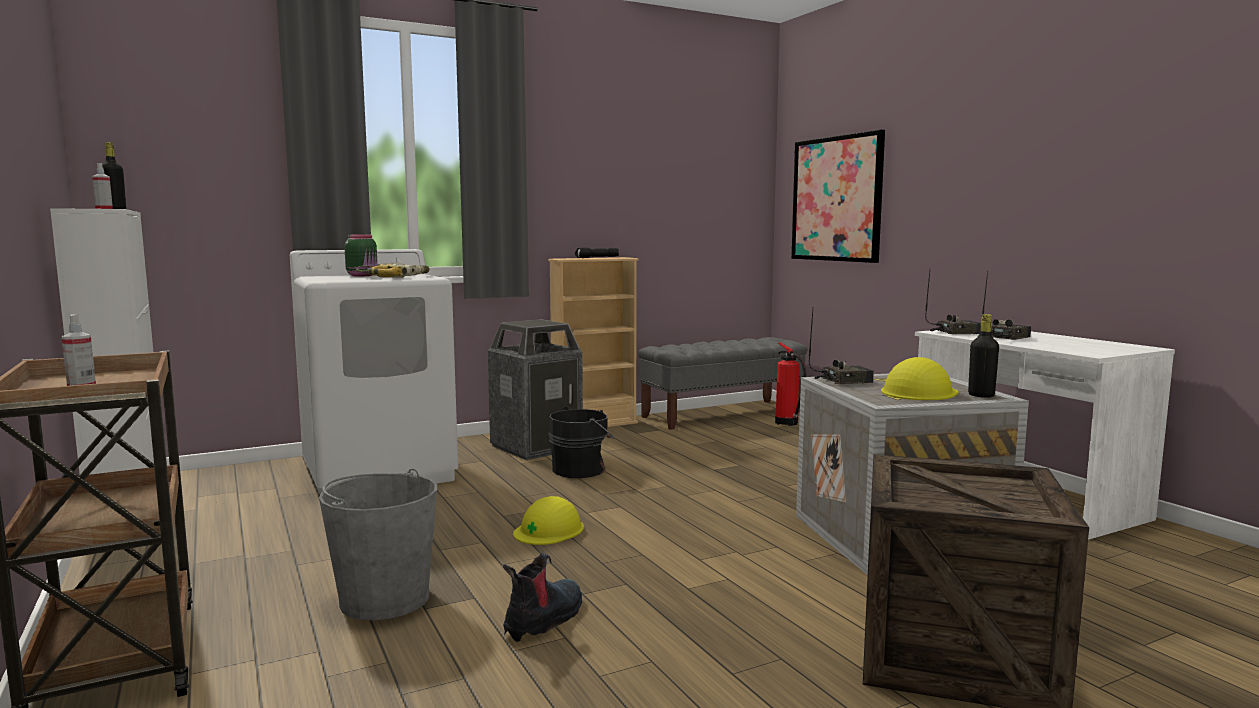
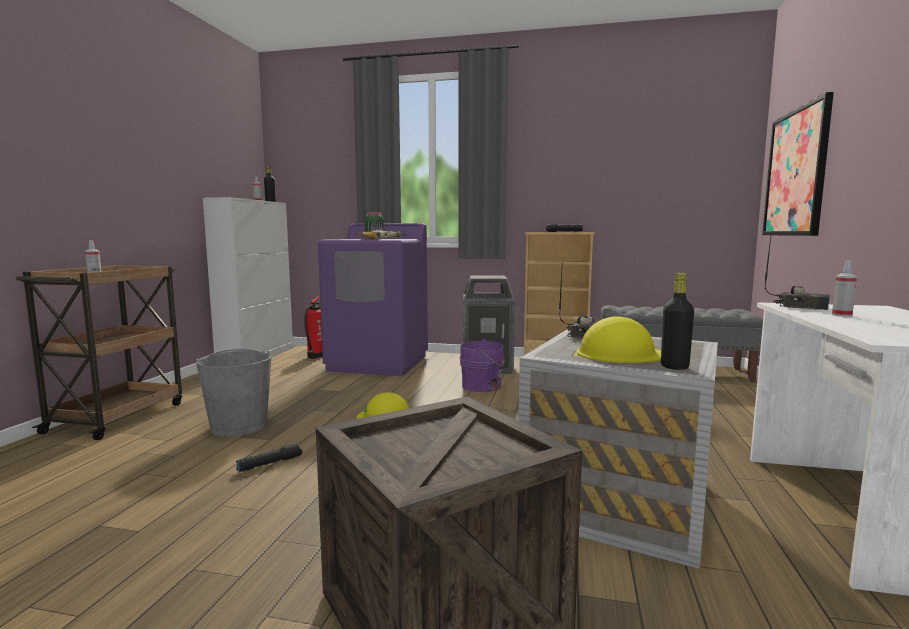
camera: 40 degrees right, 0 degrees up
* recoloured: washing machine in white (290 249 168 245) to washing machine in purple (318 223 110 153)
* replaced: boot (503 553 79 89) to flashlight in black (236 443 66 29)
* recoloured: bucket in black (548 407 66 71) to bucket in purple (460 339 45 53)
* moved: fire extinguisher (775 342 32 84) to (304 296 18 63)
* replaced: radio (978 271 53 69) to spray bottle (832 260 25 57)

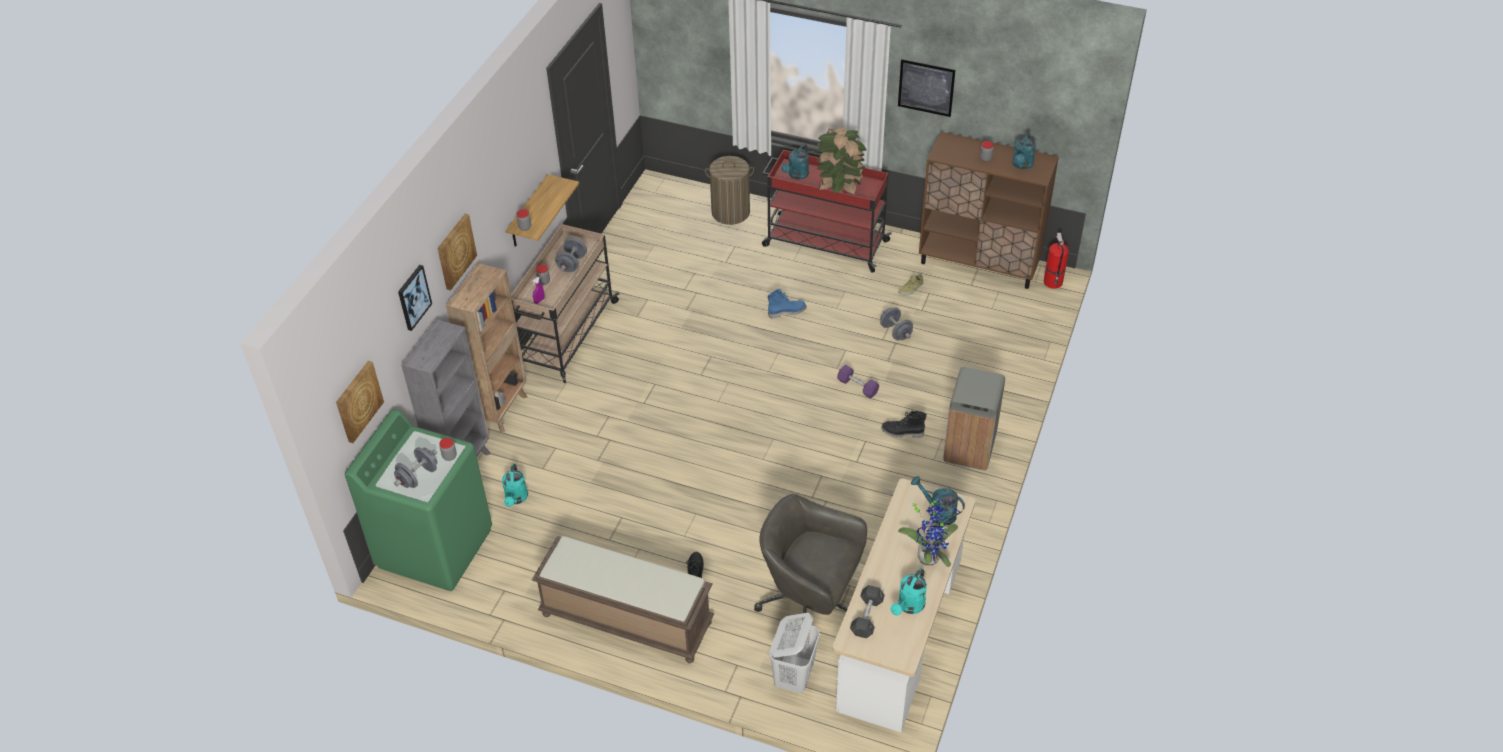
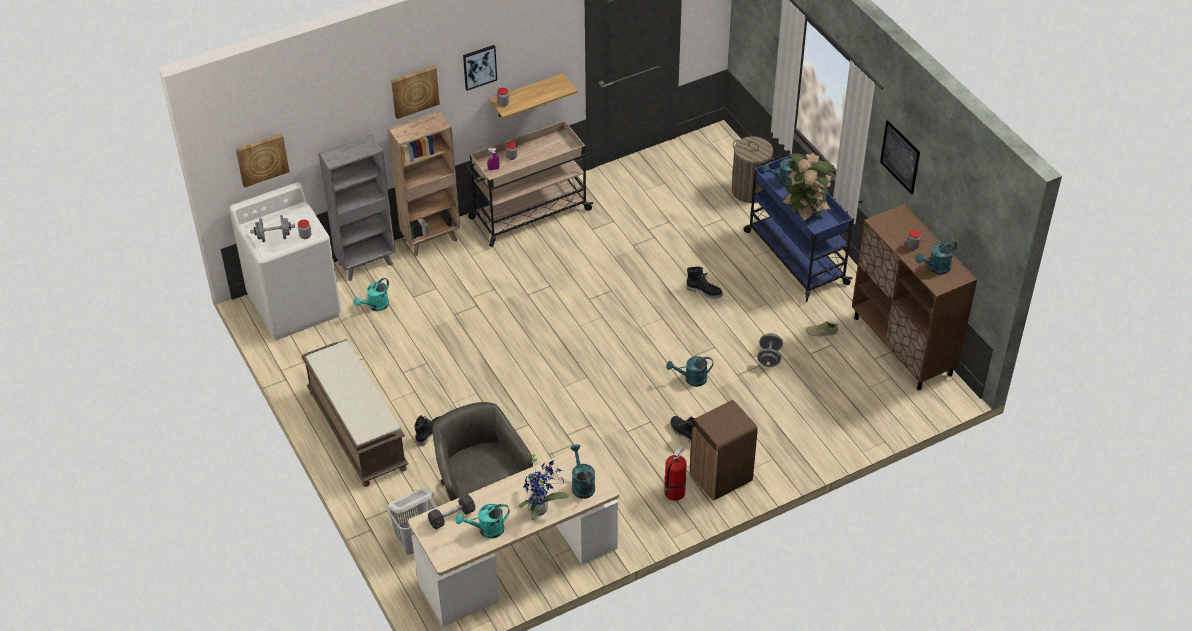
camera: 40 degrees right, 0 degrees up
* recoloured: washing machine in green (345 409 147 182) to washing machine in white (229 182 112 158)
* moved: picture (398 265 34 66) to (463 45 34 46)
* removed: dumbbell in grey (555 238 32 34)
* recoloured: cart in red (762 150 130 123) to cart in blue (744 155 109 147)
* recoloured: boot in blue (768 289 38 30) to boot in black (687 267 36 32)
* replaced: dumbbell in purple (837 365 42 34) to watering can in turquoise (666 356 47 31)
* recoloured: trash can in grey (943 367 62 103) to trash can in brown (690 400 68 101)
* moved: fire extinguisher (1044 233 25 56) to (664 446 23 55)

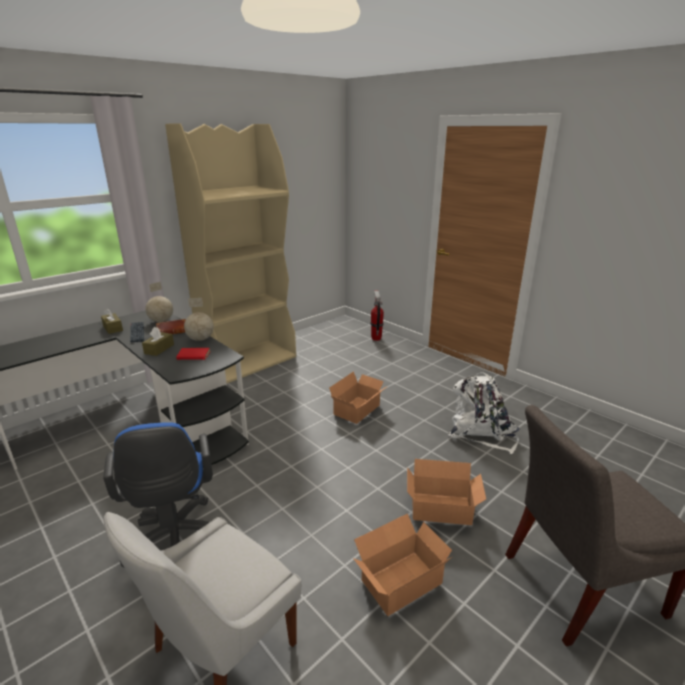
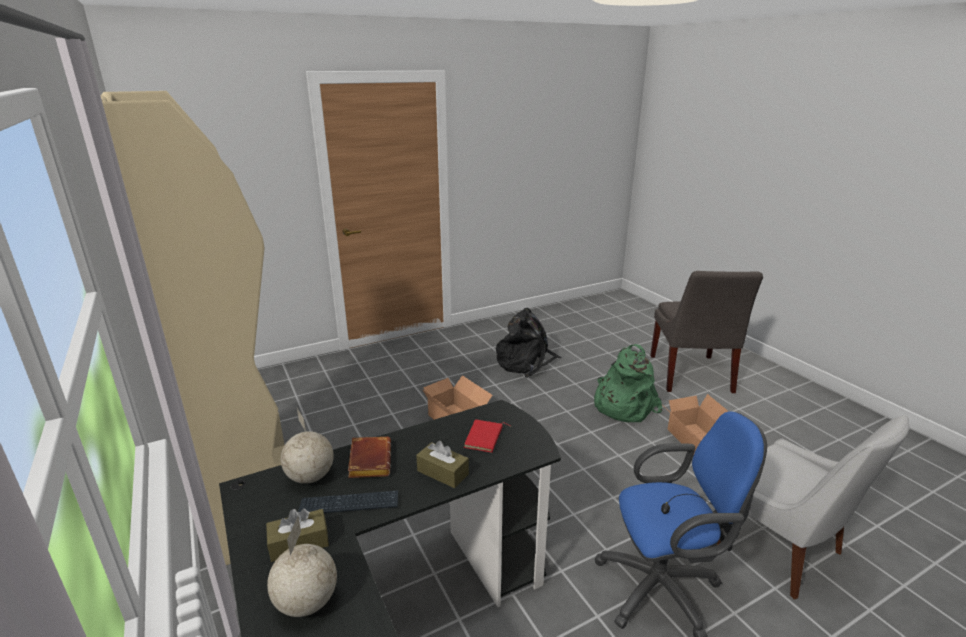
camera: 75 degrees left, 0 degrees up
* moved: globe (184 298 30 43) to (267 516 70 101)
* removed: fire extinguisher (370 290 14 51)
* replaced: cardboard box (407 459 79 66) to backpack in green (594 344 69 78)
* recoloured: backpack in white (448 372 72 82) to backpack in black (496 308 66 70)

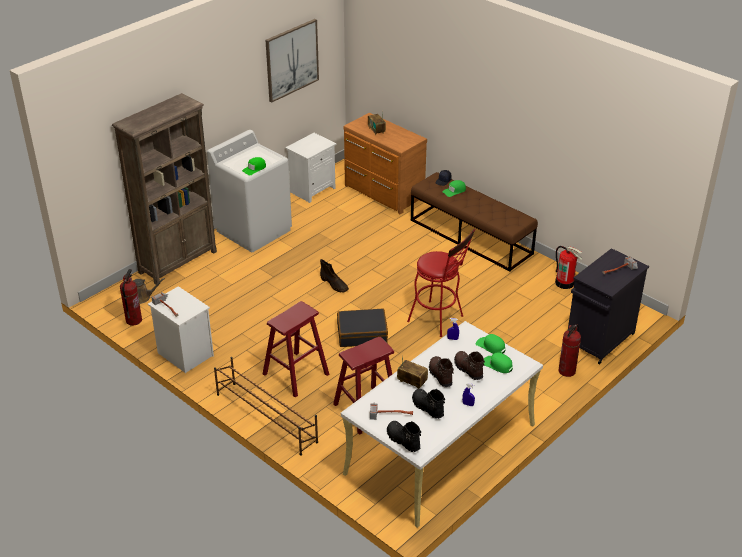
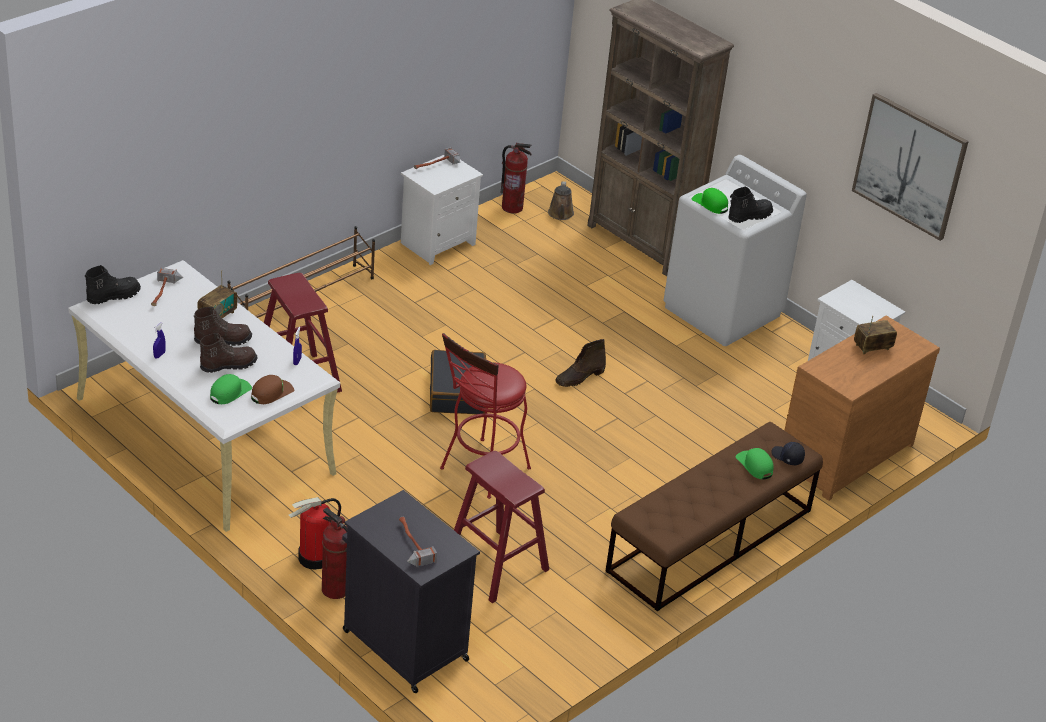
camera: 90 degrees right, 0 degrees up
* moved: stool in red (263 301 66 97) to (454 451 95 152)
* moved: boot in black (412 388 33 31) to (728 187 45 36)
* recoloured: cap in green (476 334 29 20) to cap in brown (251 375 43 29)
* moved: fire extinguisher (555 246 27 43) to (289 497 52 73)

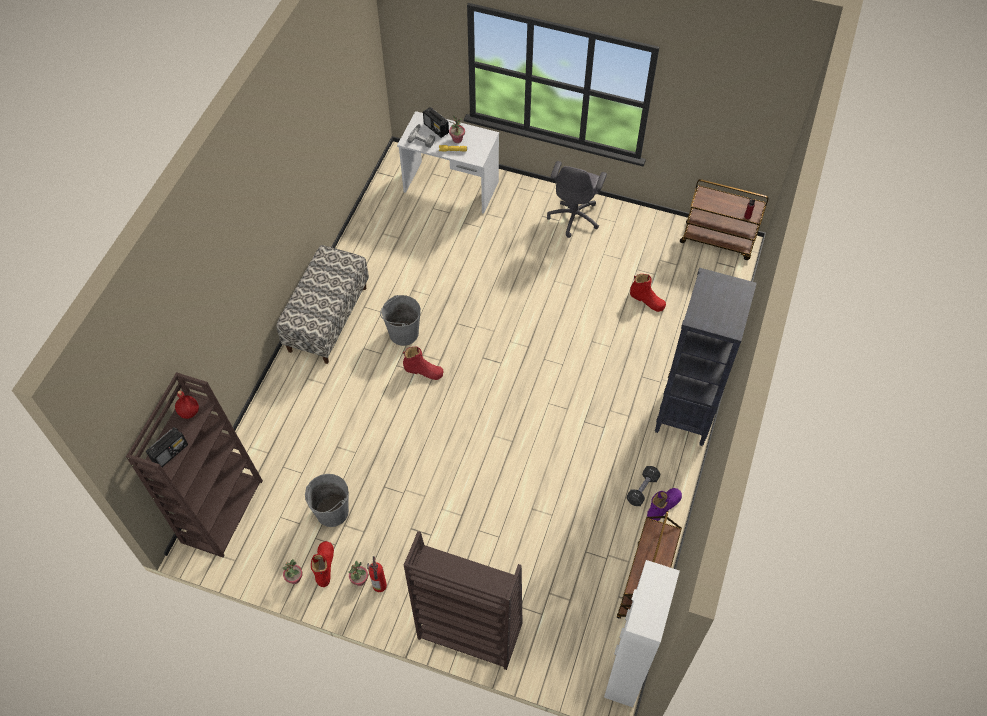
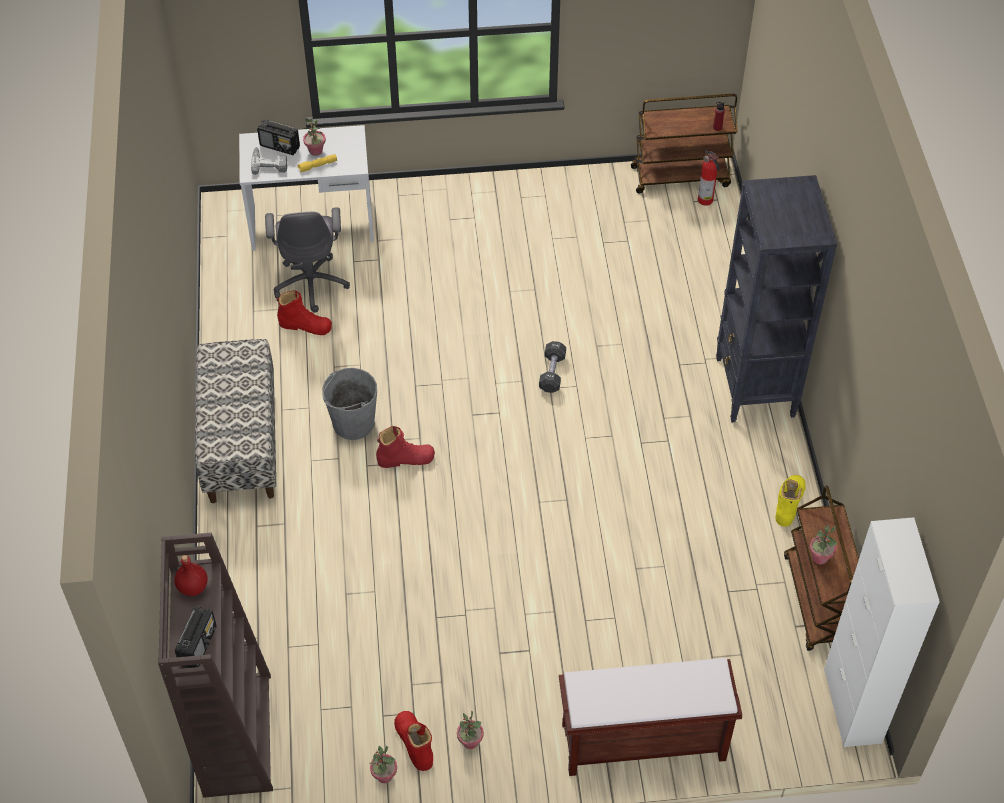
camera: 25 degrees left, 5 degrees down
* removed: bucket in grey (305 474 44 53)
* moved: fire extinguisher (367 556 20 36) to (698 150 22 56)
* replaced: bookcase in brown (404 531 119 139) to bench in brown (559 658 183 118)
* moved: office chair in grey (547 161 60 77) to (265 207 85 106)
* moved: dumbbell in black (627 466 34 40) to (539 341 27 52)
* moved: boot in red (630 274 36 38) to (277 290 55 45)
* recoloured: boot in purple (647 488 35 33) to boot in yellow (775 475 31 52)
* added: potted plant (809 525 28 39)

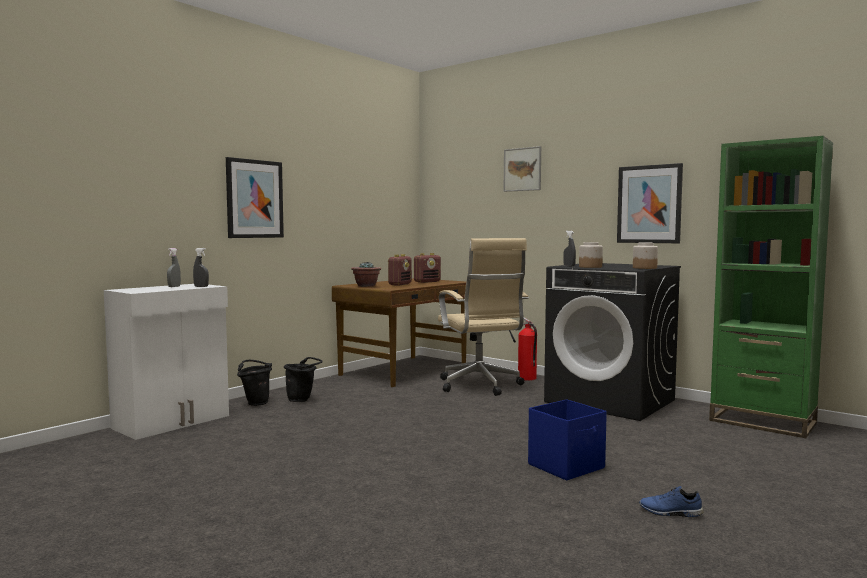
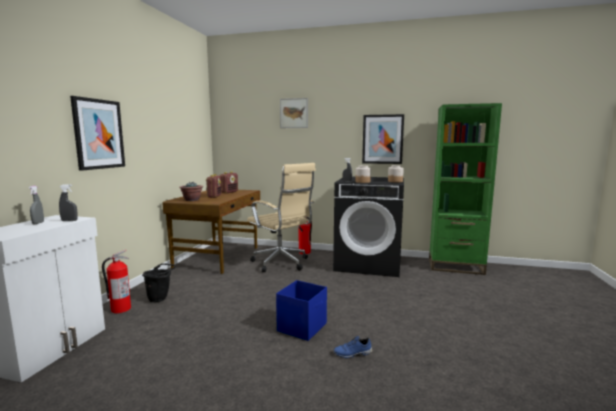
camera: 25 degrees left, 5 degrees up
* replaced: bucket in black (237 360 35 46) to fire extinguisher (102 250 29 63)
* moved: storage box in blue (528 399 79 82) to (276 280 51 61)
* moved: shoe in blue (639 486 65 31) to (333 336 39 22)

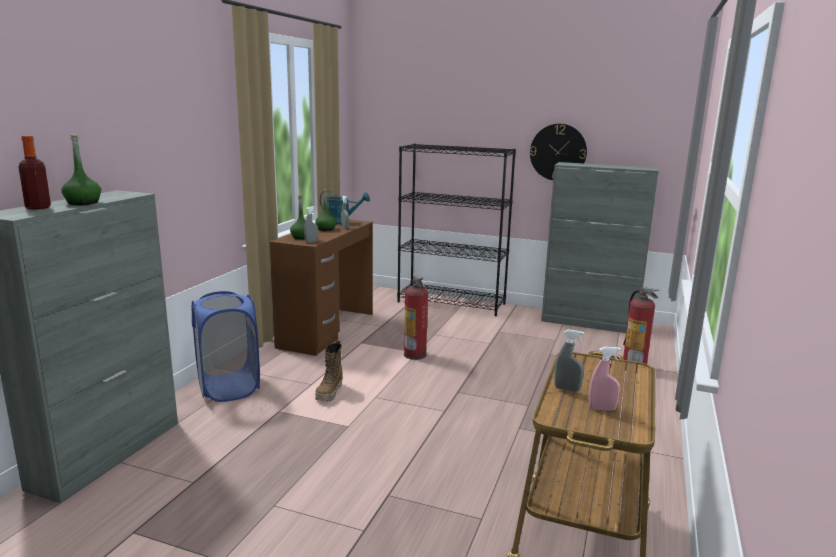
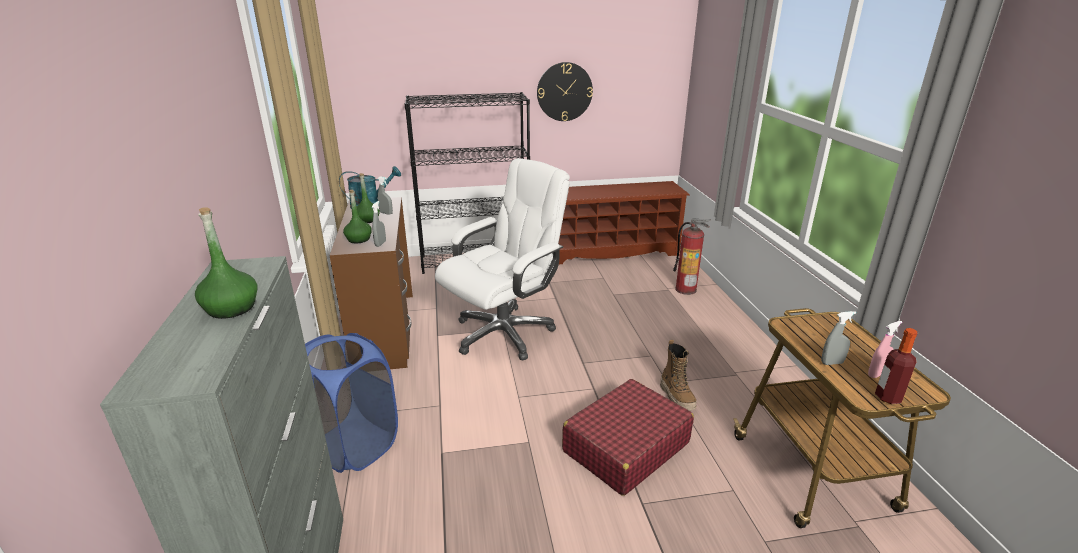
camera: 30 degrees left, 10 degrees up
* moved: bottle (19 136 32 74) to (875 328 43 76)
* moved: boot (315 340 28 61) to (660 340 37 71)
* replaced: fire extinguisher (404 276 24 84) to office chair in white (435 158 135 202)
* replaced: cabinet in grey (541 162 118 171) to shoe rack in brown (558 181 132 83)
* added: suitcase in red (562 379 132 117)

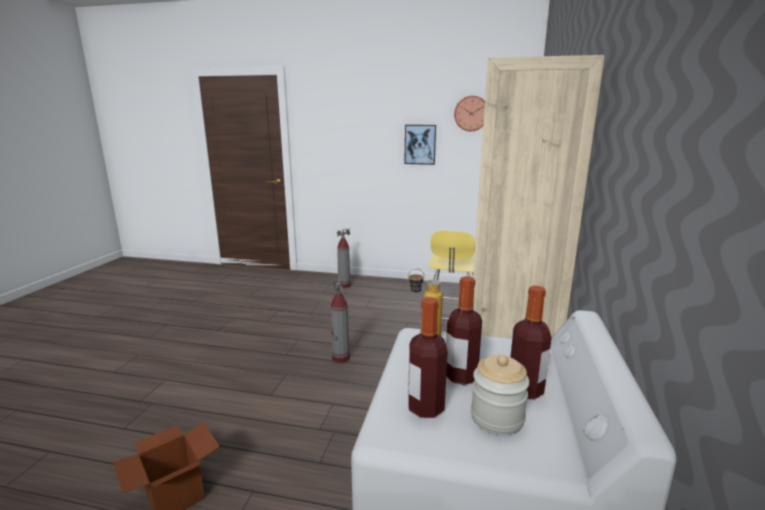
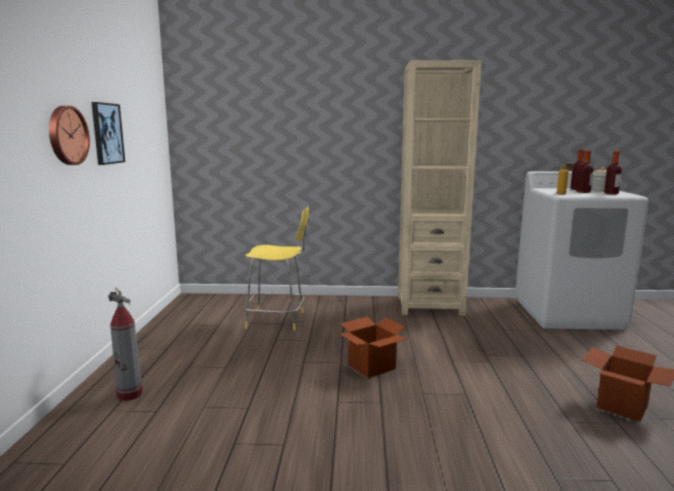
camera: 100 degrees left, 5 degrees down
* replaced: fire extinguisher (331 278 19 85) to cardboard box (339 317 69 61)
* moved: wall clock (454 95 31 36) to (49 106 41 59)

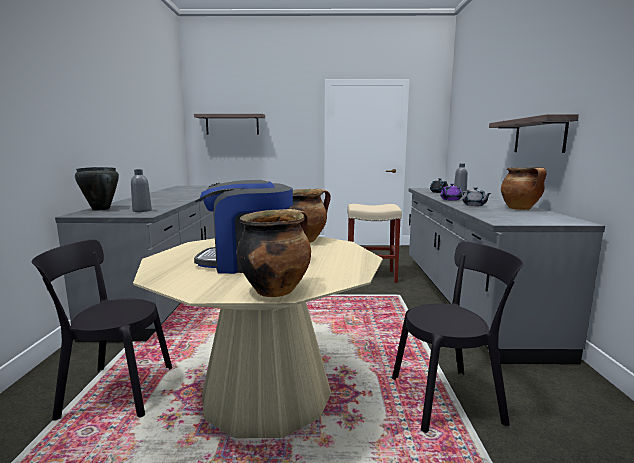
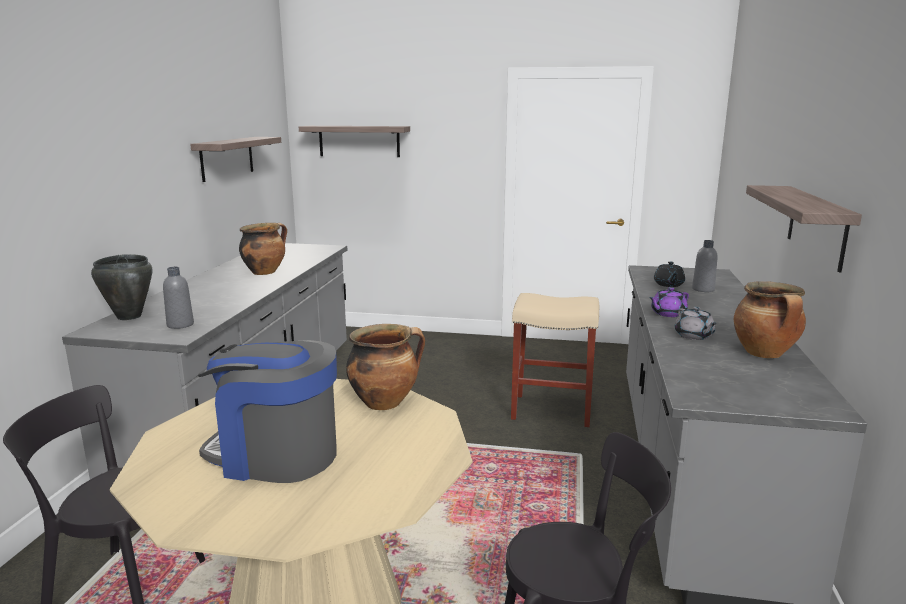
camera: 10 degrees right, 5 degrees up
* moved: cooking pot (237 209 74 88) to (239 223 48 52)
* added: shelf (190 137 91 45)

